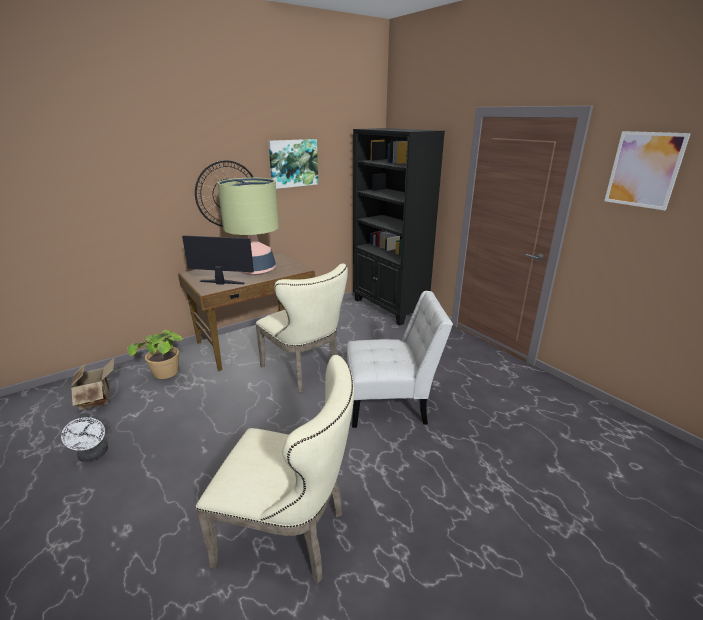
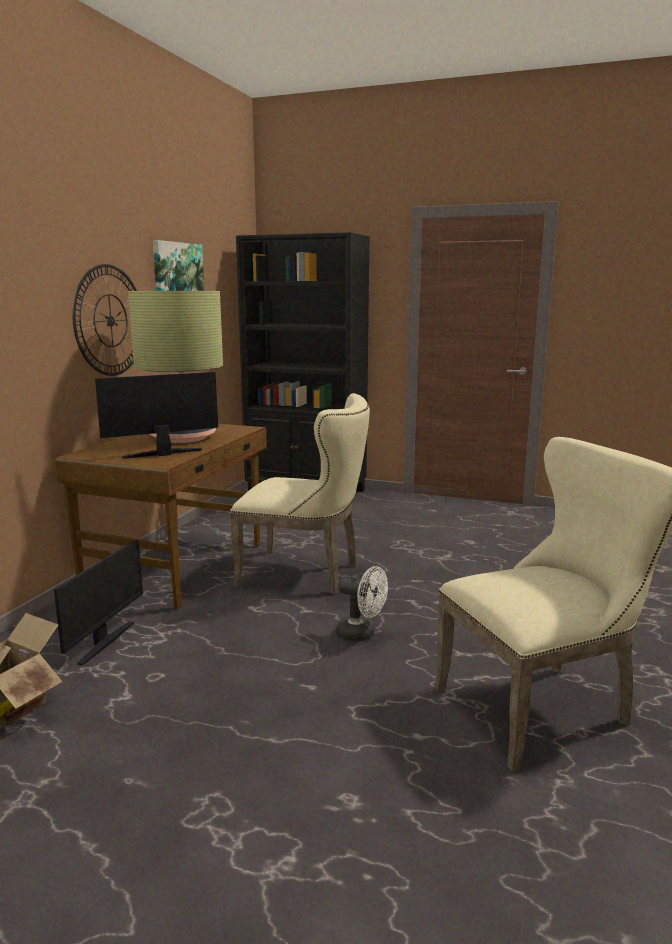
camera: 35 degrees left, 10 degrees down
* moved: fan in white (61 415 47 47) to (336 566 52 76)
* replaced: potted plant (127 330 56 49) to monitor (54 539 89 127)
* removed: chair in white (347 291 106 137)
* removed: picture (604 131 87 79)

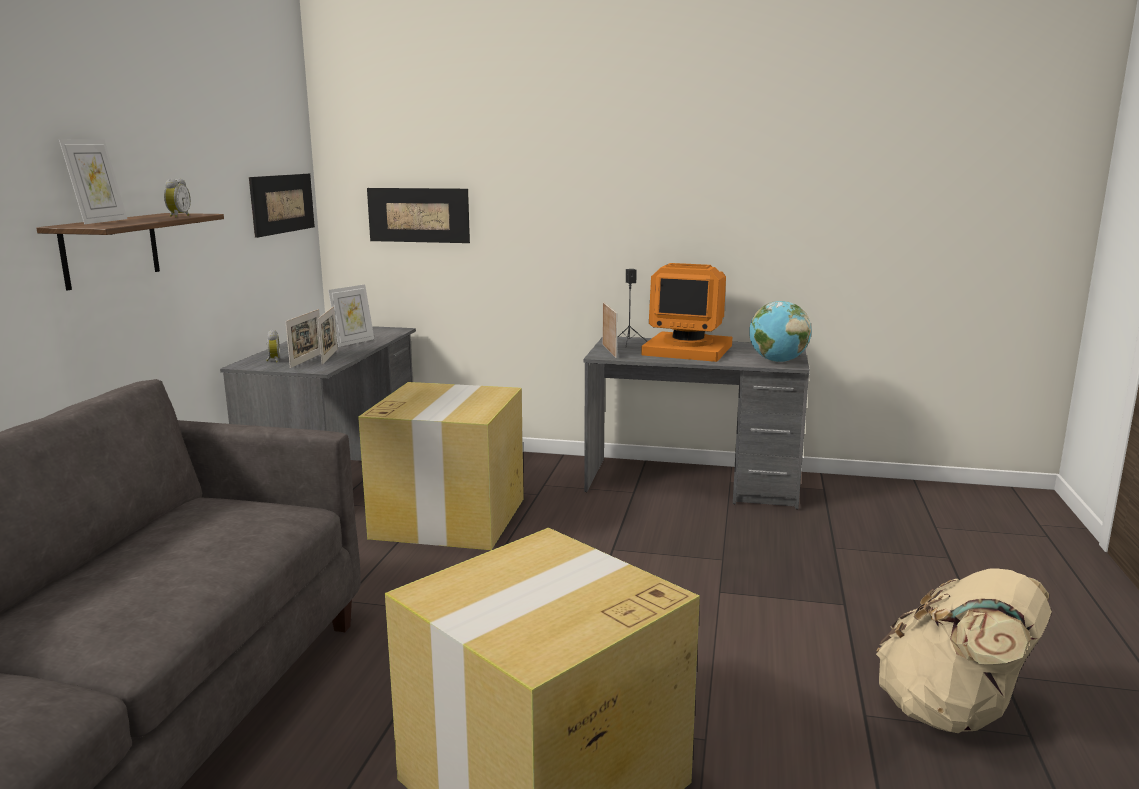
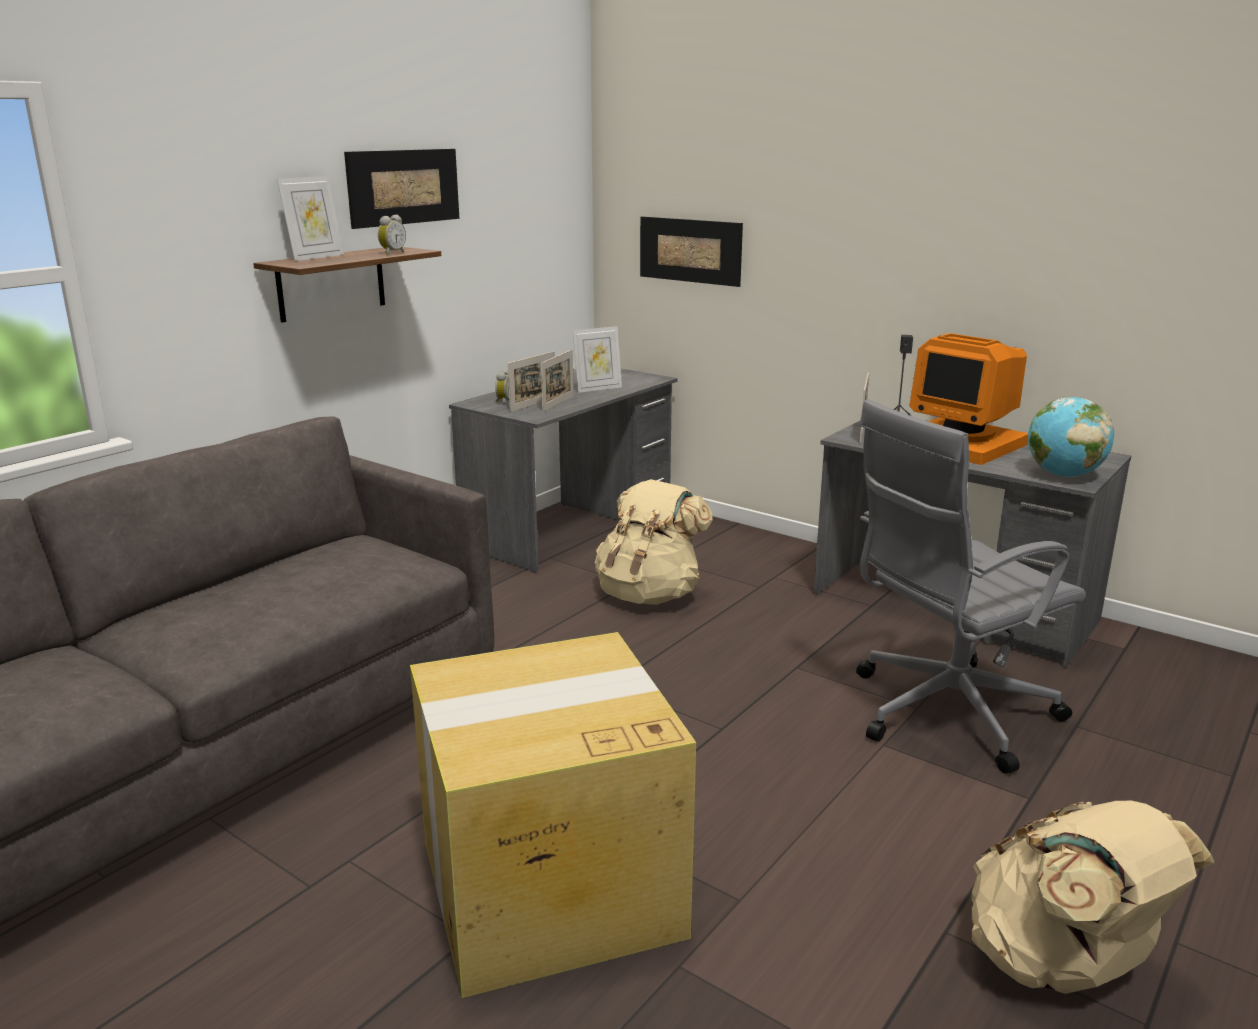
camera: 25 degrees right, 5 degrees up
* moved: picture (249 174 66 64) to (344 149 115 80)
* replaced: cardboard box (358 382 166 168) to backpack in beige (595 479 118 126)
* added: office chair in grey (856 399 230 375)

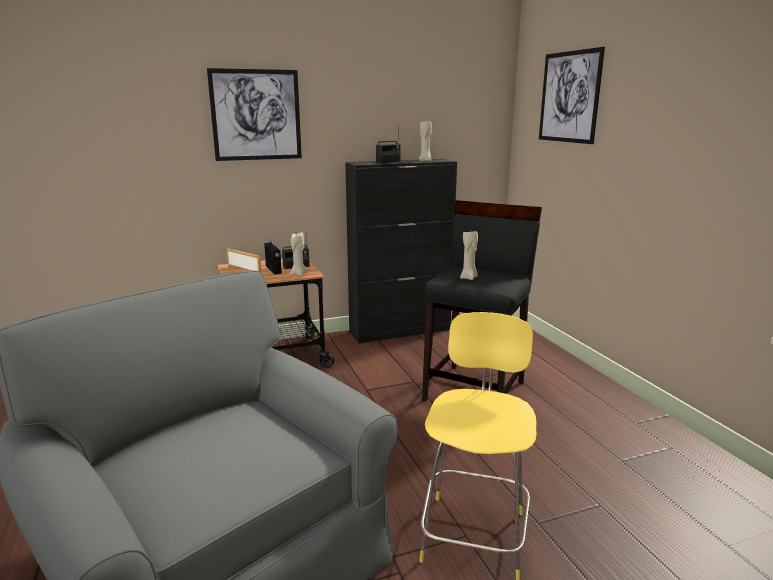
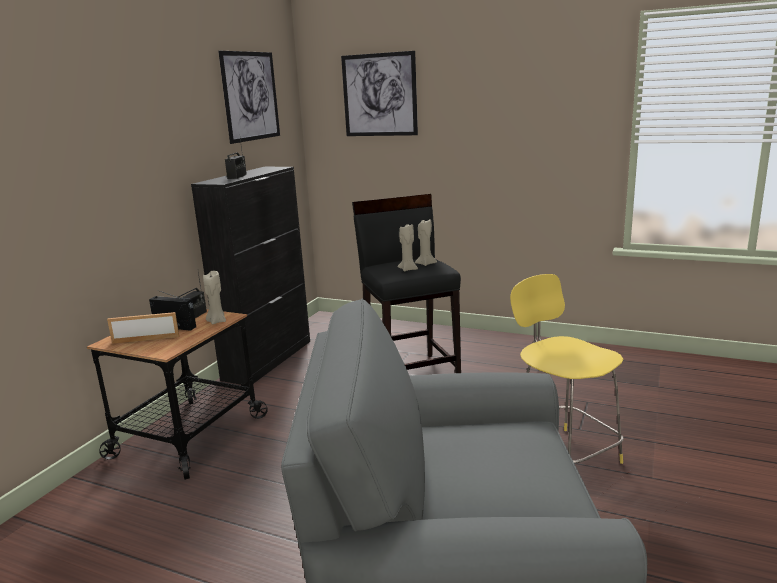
camera: 45 degrees left, 0 degrees up
* moved: picture (207 68 95 93) to (218 51 62 93)
* moved: candle in beige (418 121 14 40) to (415 219 22 47)

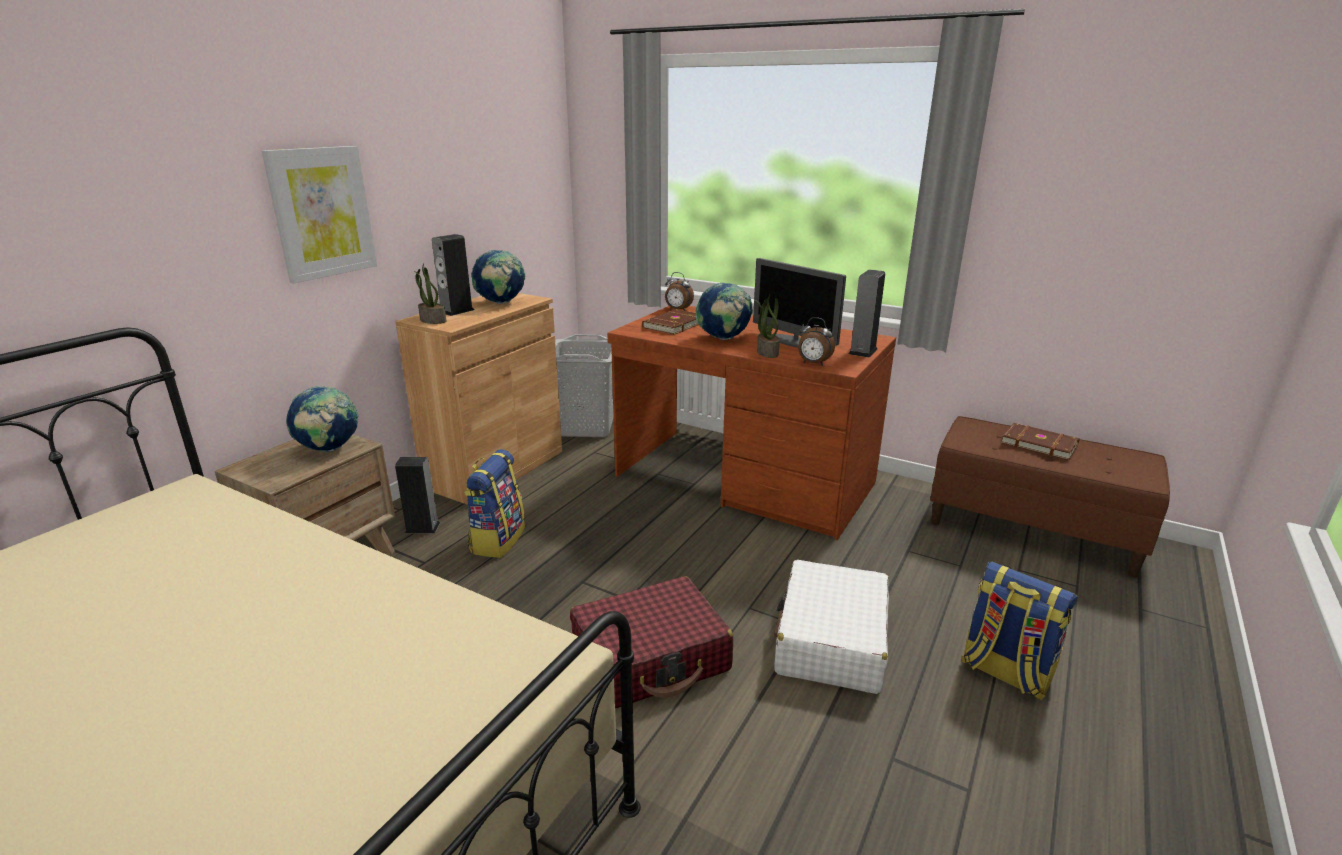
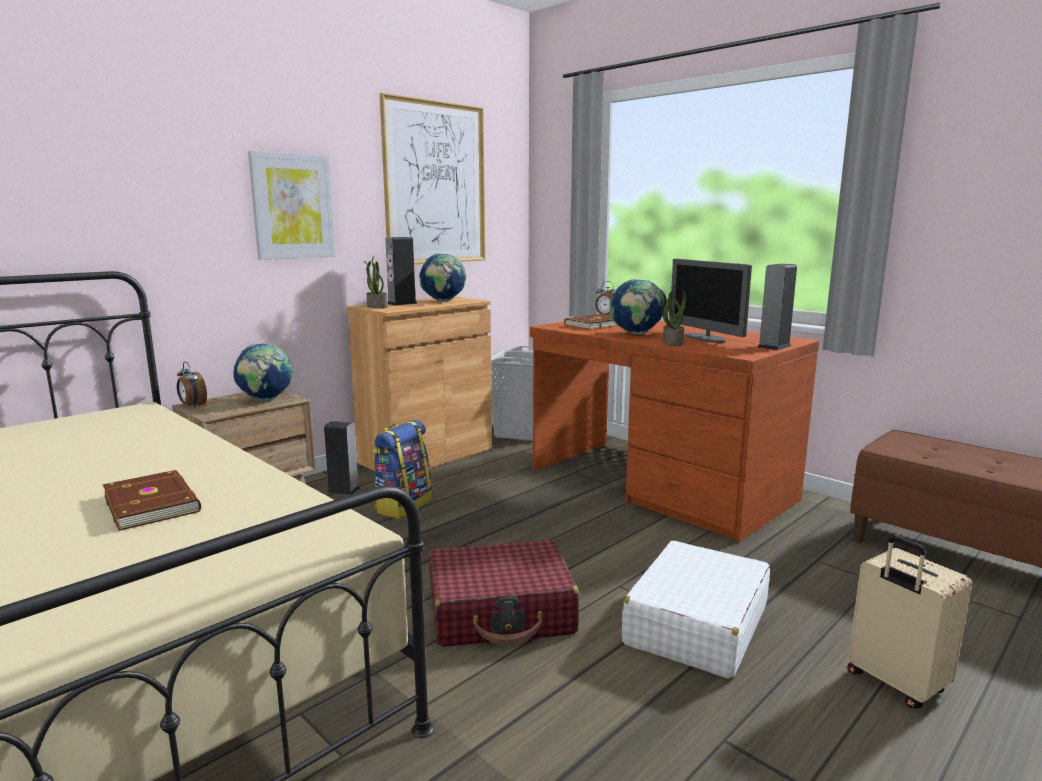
camera: 15 degrees right, 10 degrees down
* moved: alarm clock (798 317 37 49) to (177 362 30 46)
* replaced: backpack (961 561 117 139) to suitcase in beige (847 535 125 174)
* moved: book in brown (1001 423 79 37) to (103 470 98 61)
* added: picture (380 93 105 171)

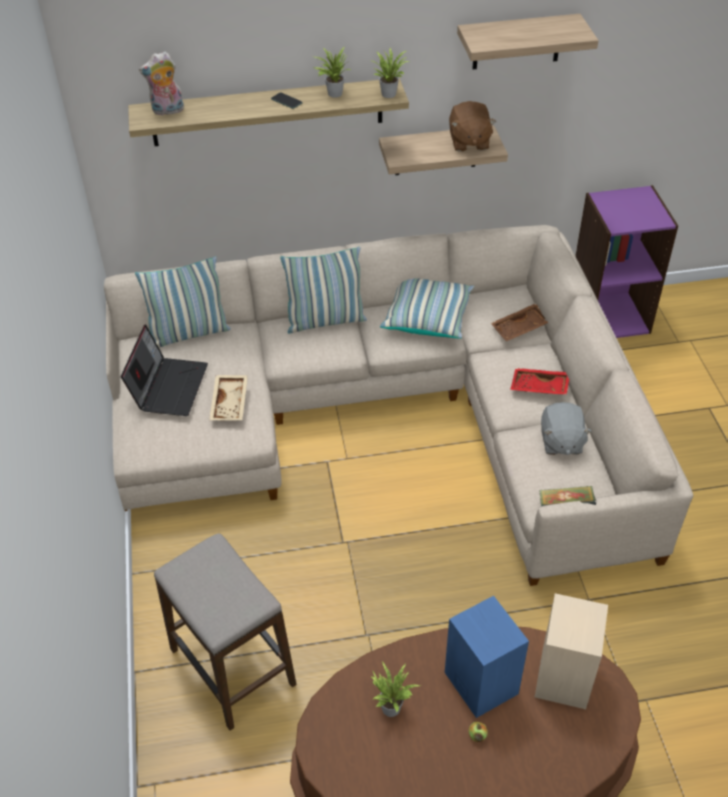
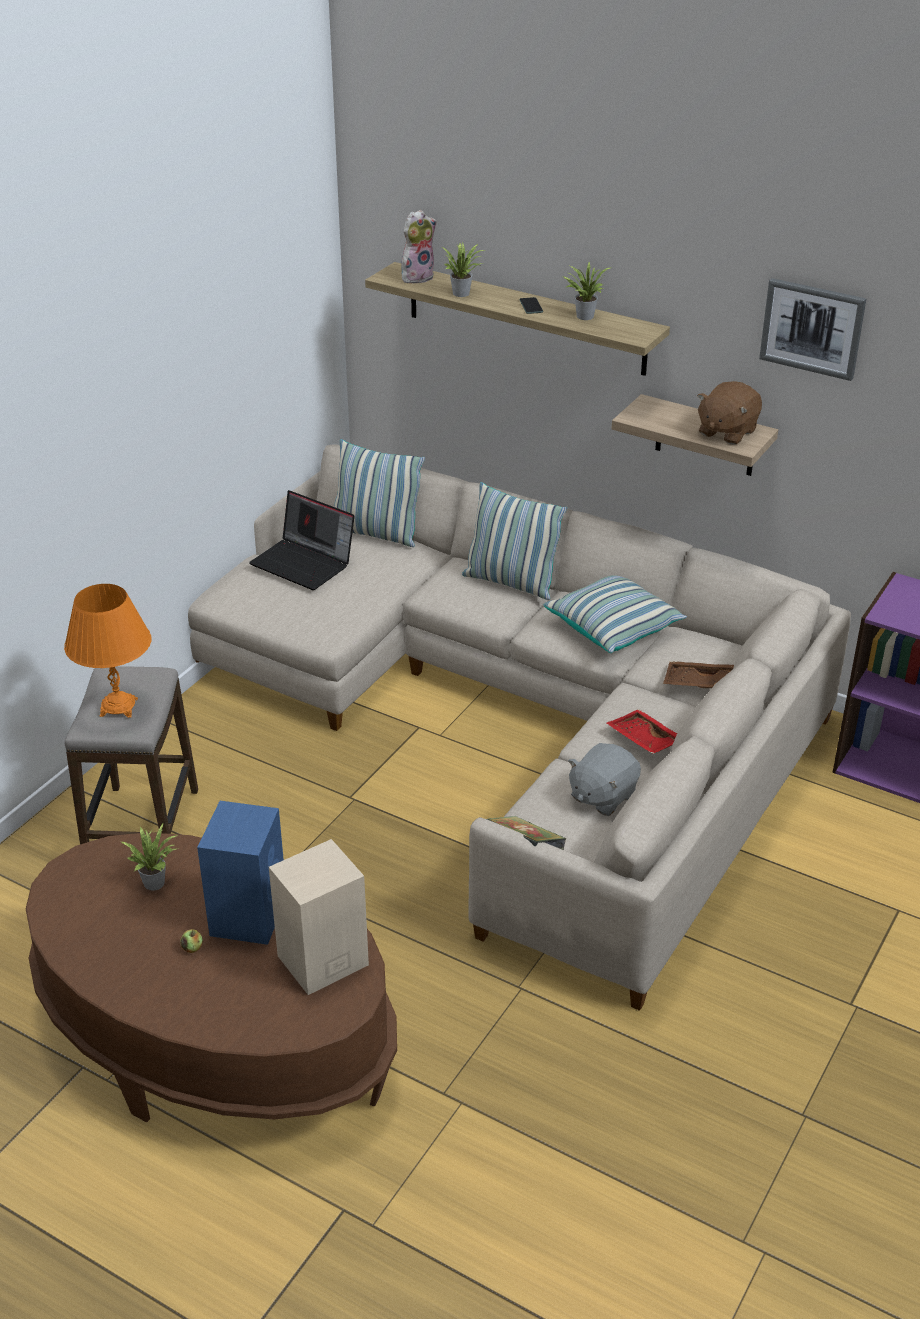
camera: 40 degrees right, 10 degrees down
* turned: laptop (121 324 87 92) = (249 490 106 100) 75 degrees clockwise
* turned: plush toy (139 51 45 65) = (401 210 36 75) 120 degrees clockwise
* removed: tray in beige (209 375 39 46)
* moved: potted plant (373 48 36 50) to (442 242 43 55)
* replaced: shelf (457 14 142 55) to picture (759 278 107 103)
* added: table lamp in orange (64 584 87 134)

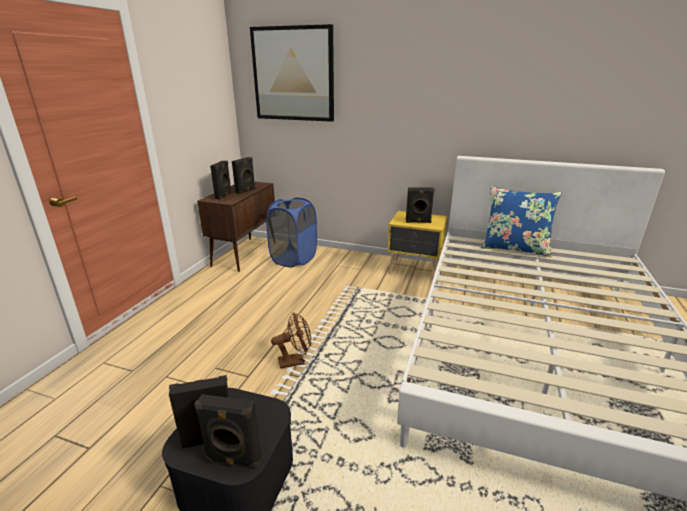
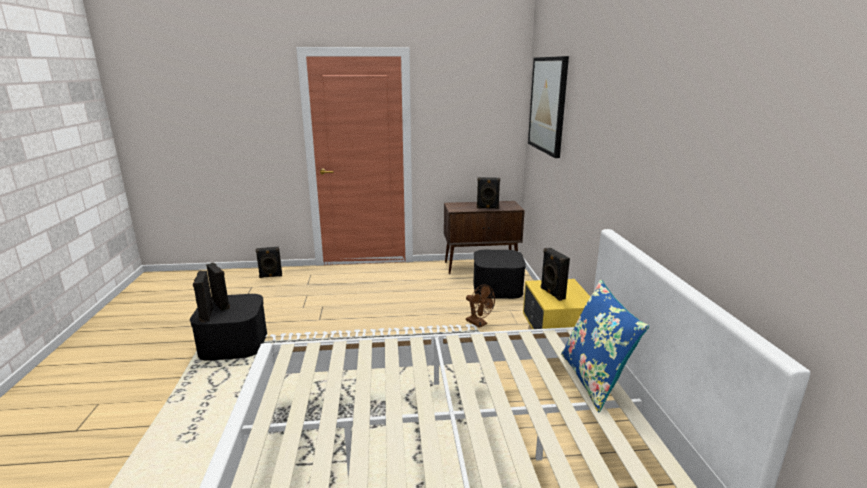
camera: 65 degrees right, 5 degrees down
* moved: speaker in black (210 160 22 40) to (256 247 26 31)
* replaced: laundry basket in blue (266 198 51 69) to storage box in black (473 250 53 49)
* moved: fan in brown (271 312 40 57) to (466 285 29 43)

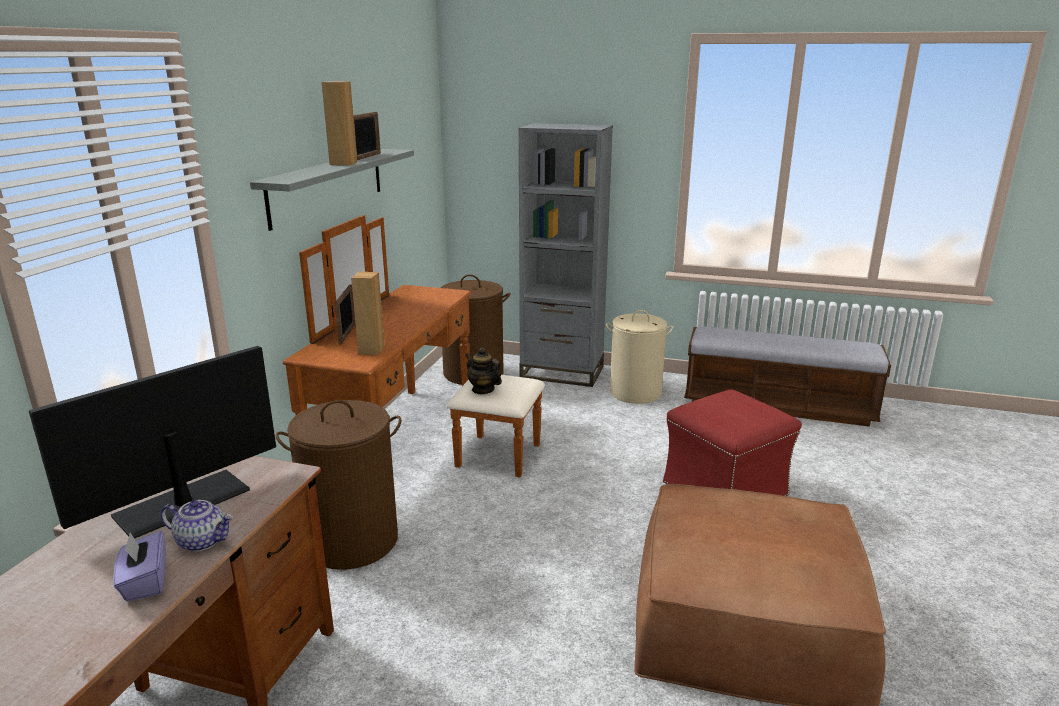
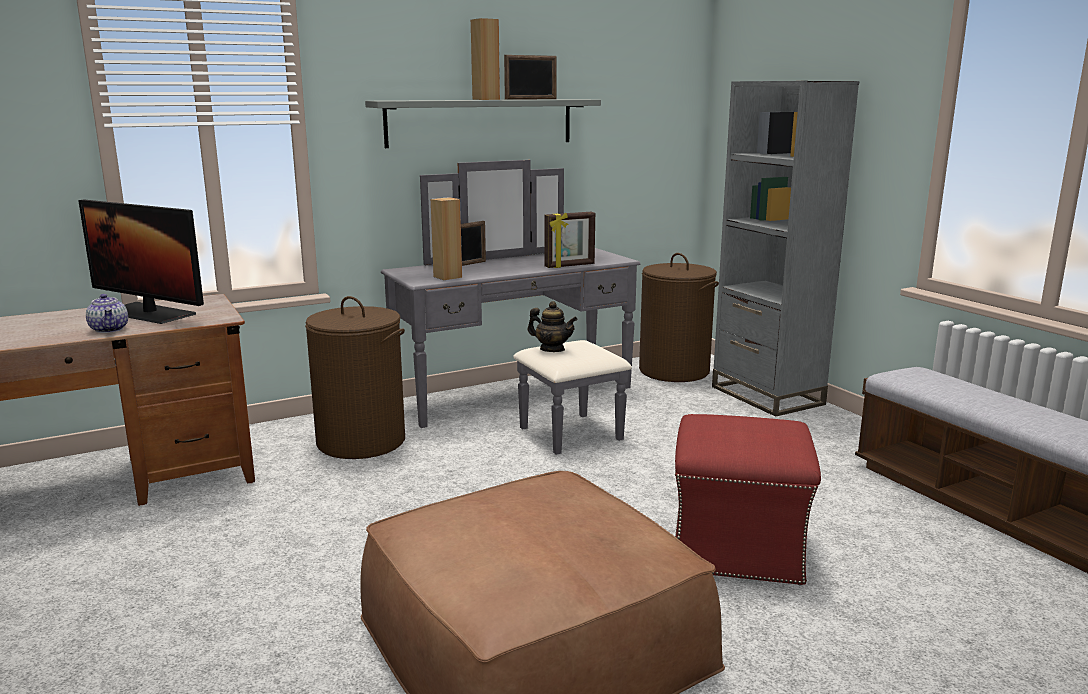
camera: 45 degrees right, 5 degrees down
* turned: monitor (29 346 247 193) = (78 200 126 124) 150 degrees counterclockwise
* removed: tissue box in purple (113 531 53 70)
* recoloured: dresser in brown (283 215 262 263) to dresser in grey (381 160 259 295)
* turned: teapot (465 348 37 46) = (527 301 50 51) 120 degrees clockwise
* removed: laundry basket in beige (606 310 67 94)
* added: picture frame (544 212 51 56)

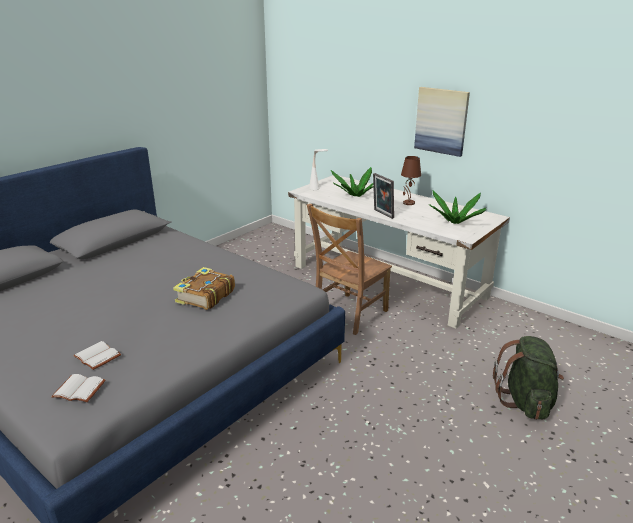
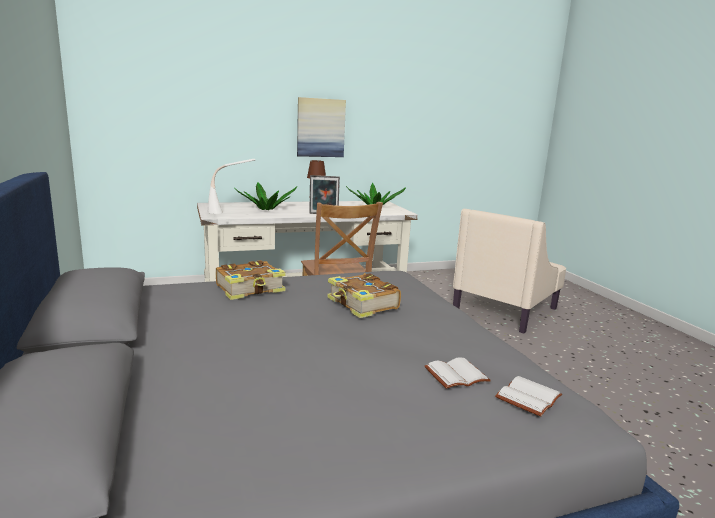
camera: 60 degrees left, 10 degrees down
* replaced: backpack in green (493 336 71 84) to armchair in beige (453 209 113 125)
* added: book (216 260 70 40)

